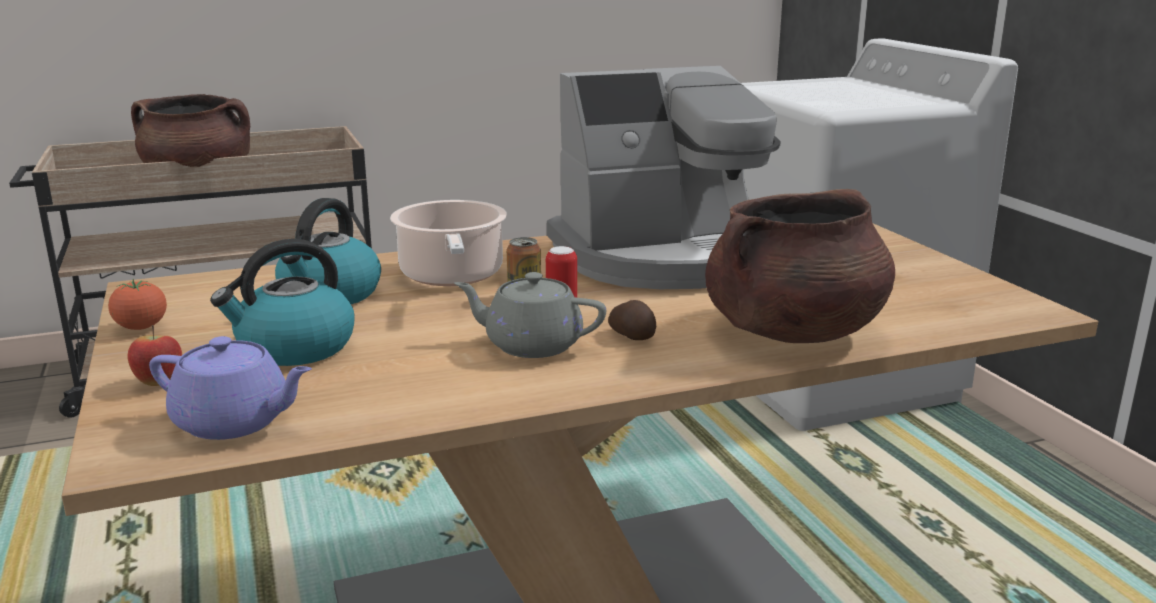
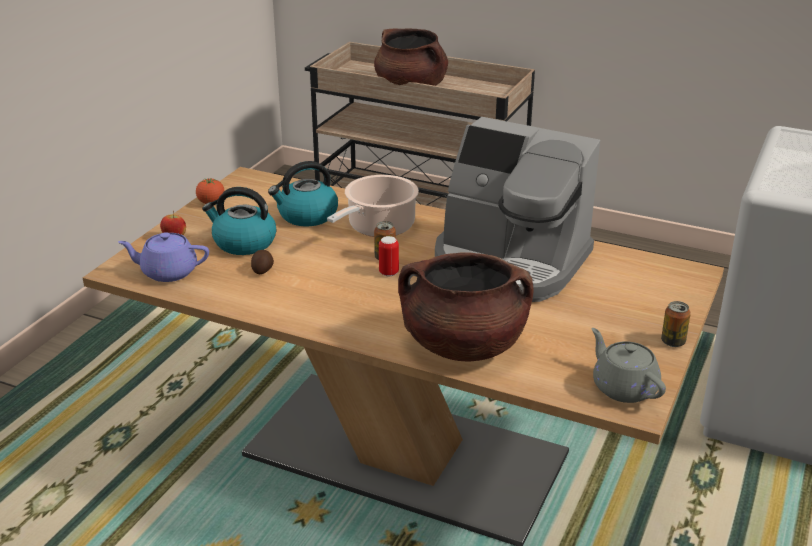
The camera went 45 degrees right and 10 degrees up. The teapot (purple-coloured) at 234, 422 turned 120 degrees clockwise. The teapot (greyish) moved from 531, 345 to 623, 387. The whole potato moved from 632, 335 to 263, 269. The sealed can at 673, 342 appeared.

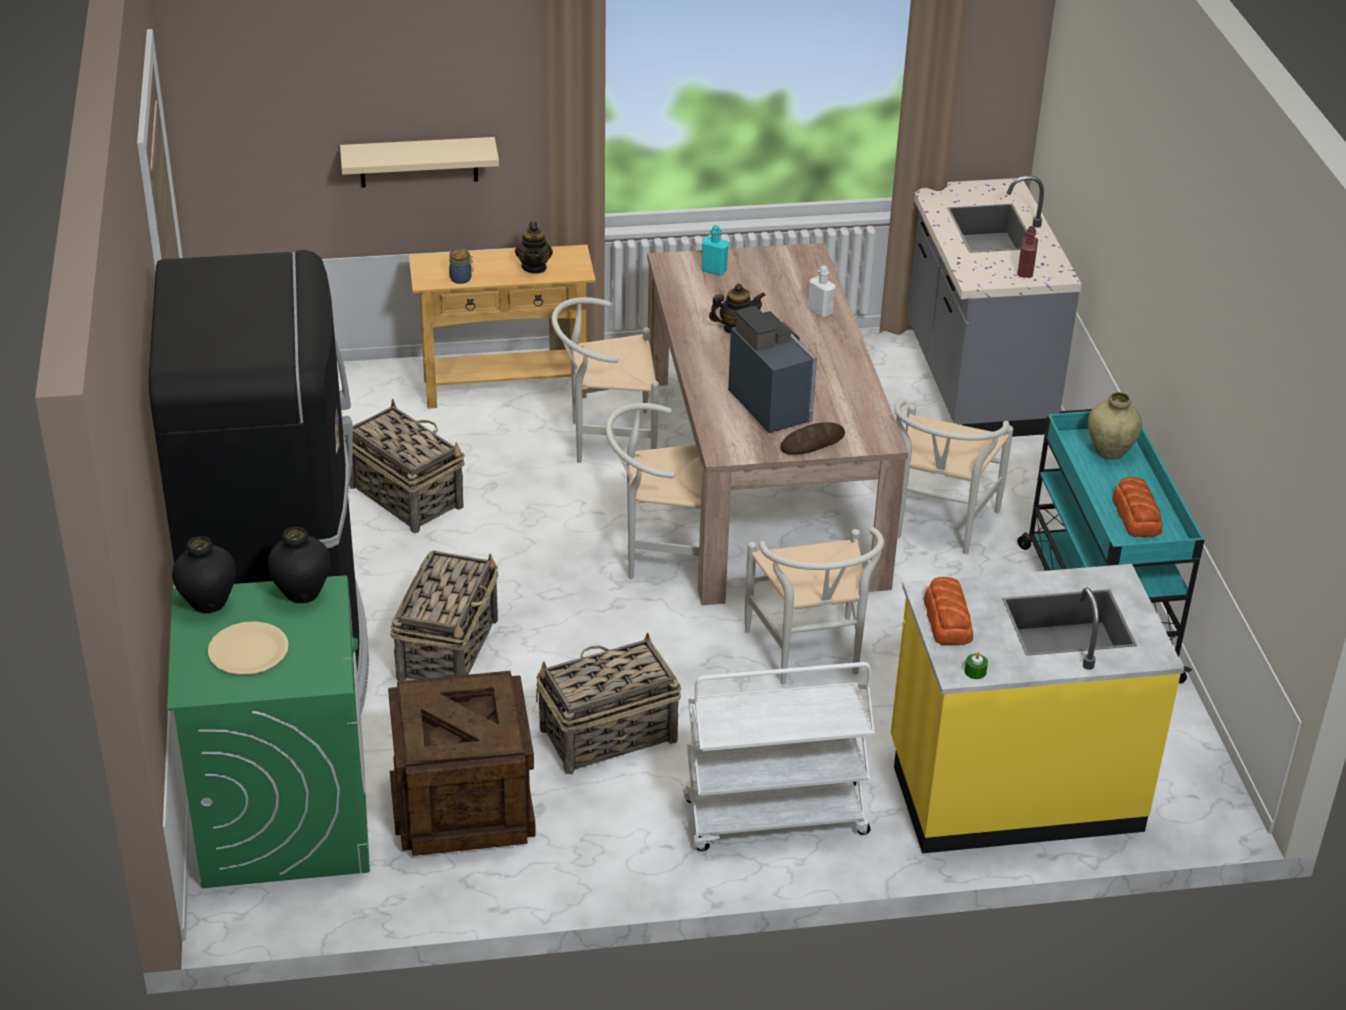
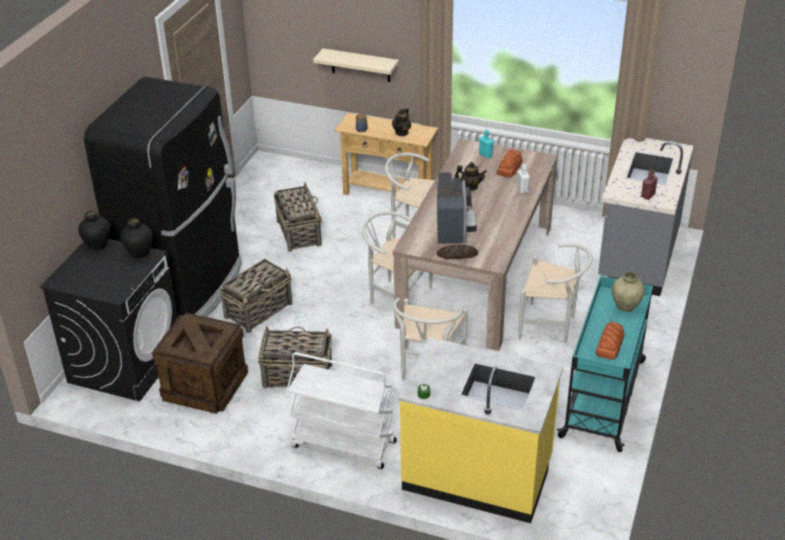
The camera went 30 degrees right and 0 degrees up. The laundry appliance (green-coloured) at 284, 816 became the laundry appliance (black) at 126, 363. The flat dish (beige) at 248, 651 disappeared. The plain chair (white-coloured) at 938, 527 turned 120 degrees counterclockwise. The bread moved from 948, 619 to 509, 167.

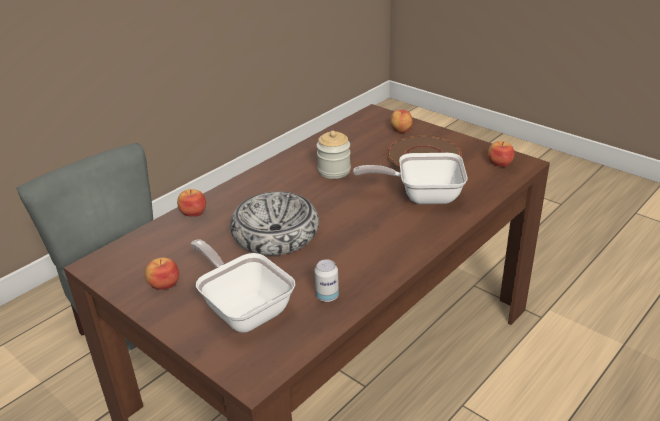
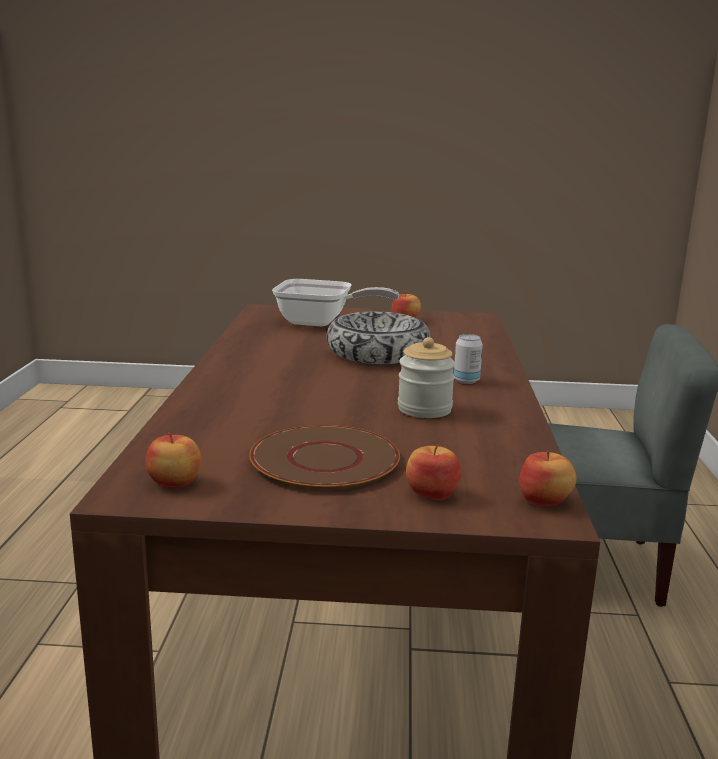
The camera went 140 degrees right and 15 degrees down. The apple moved from 193, 212 to 545, 501. The sealed can moved from 327, 296 to 466, 381. The skillet at 422, 195 disappeared.

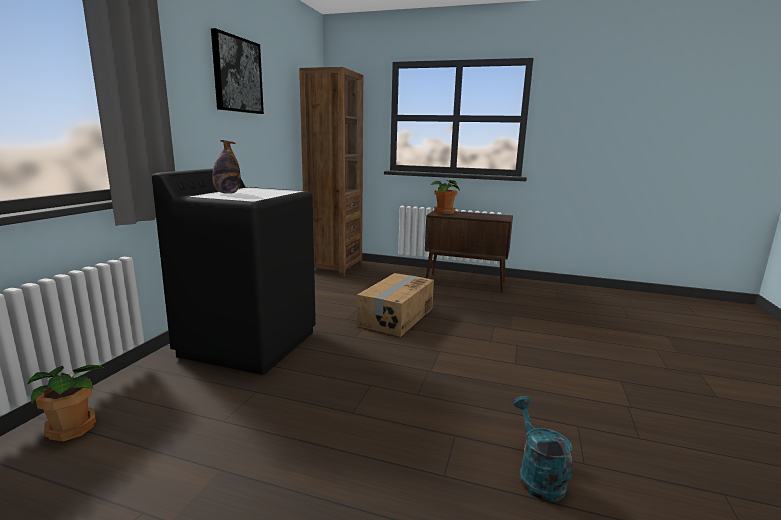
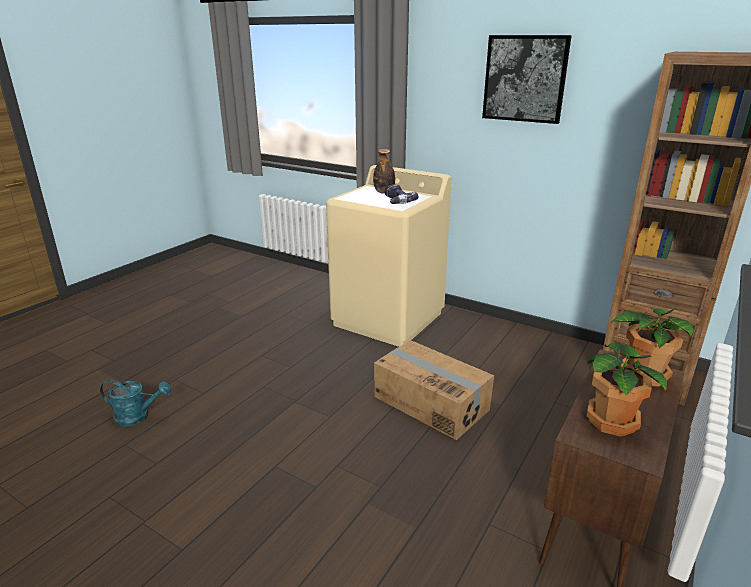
The camera went 105 degrees right and 10 degrees up. The potted plant moved from 72, 428 to 613, 421. The laundry appliance (black) at 249, 343 became the laundry appliance (beige) at 388, 319. The power drill at 396, 201 appeared.

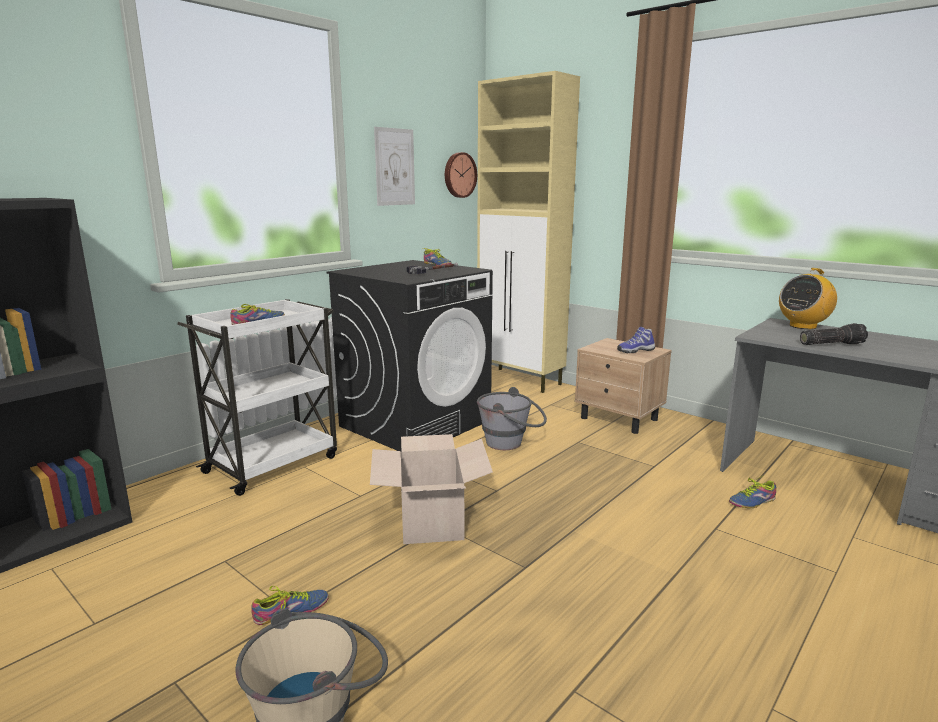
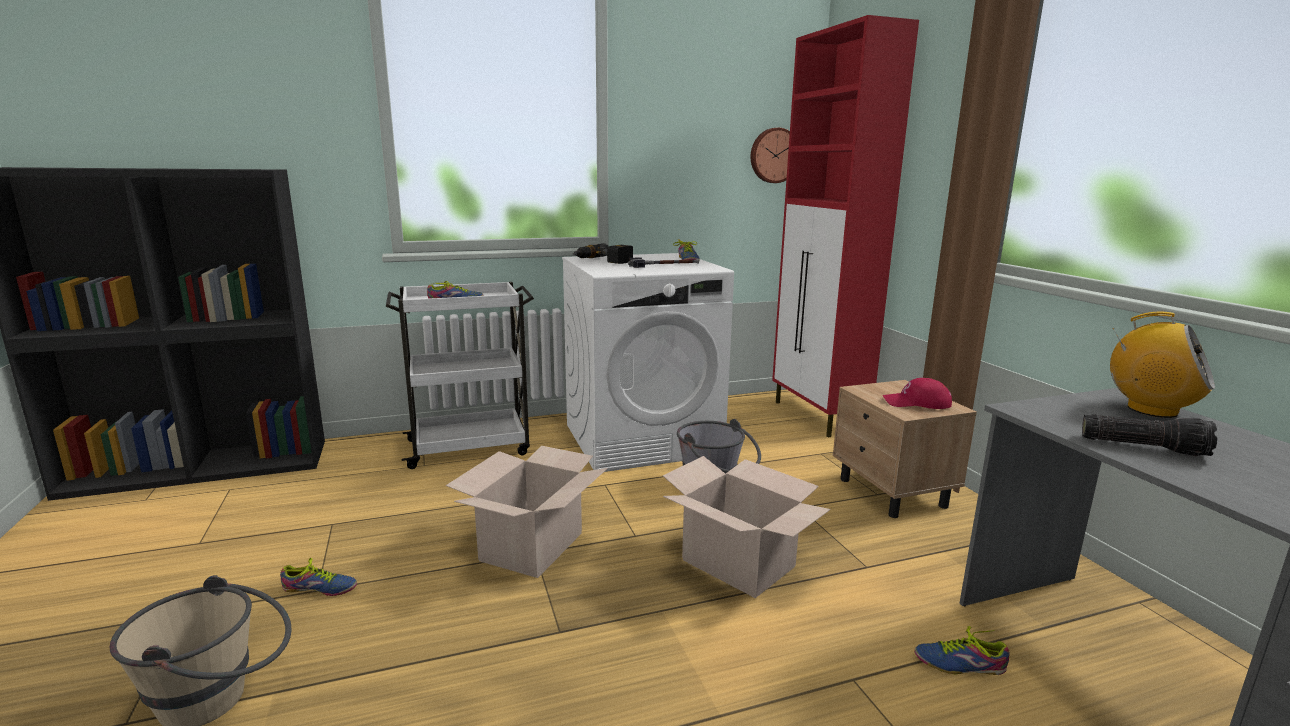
The camera went 30 degrees right and 0 degrees up. The laundry appliance (black) at 416, 423 became the laundry appliance (white-coloured) at 642, 439. The picture at 394, 167 disappeared. The cabinet (beige) at 521, 380 became the cabinet (reddish) at 818, 417. The low shoe at 635, 350 was replaced by the baseball cap (reddish) at 916, 403. The radio at 803, 326 turned 135 degrees counterclockwise. The power drill at 602, 261 appeared. The packing box at 737, 563 appeared.

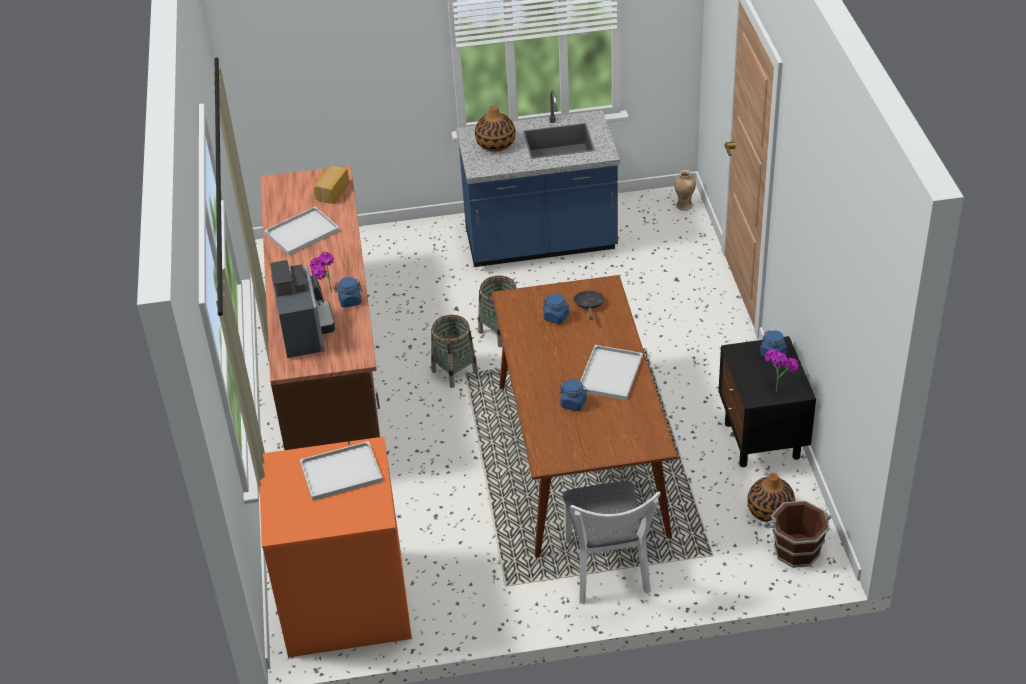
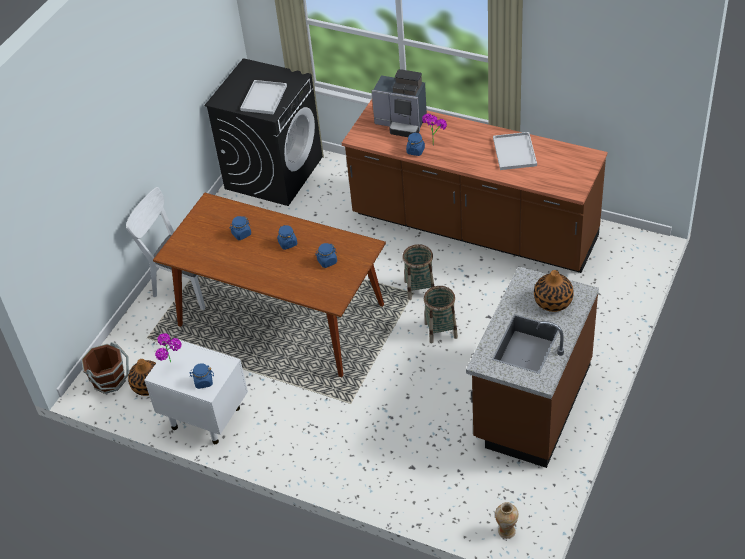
The camera went 125 degrees right and 5 degrees up. The laundry appliance (orangey) at 345, 603 became the laundry appliance (black) at 274, 172. The bread at 331, 192 disappeared. The counter (blue) at 540, 243 became the counter (brown-coloured) at 531, 403. The skillet (black) at 589, 306 disappeared. The tray (white-coloured) at 610, 375 disappeared. The bedside table (black) at 762, 441 became the bedside table (white-coloured) at 205, 417. The preserve jar (blue) at 287, 243 appeared.

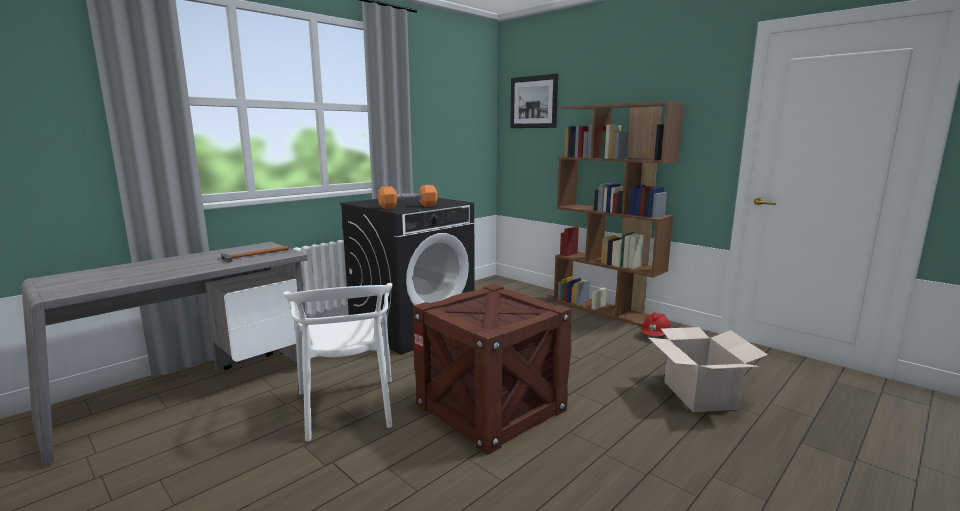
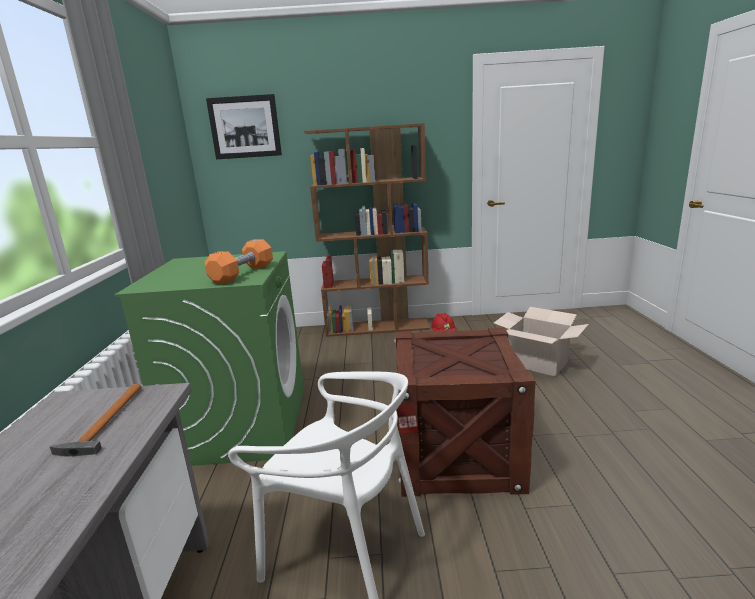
The camera went 45 degrees left and 5 degrees up. The laundry appliance (black) at 412, 327 became the laundry appliance (green-coloured) at 241, 424.

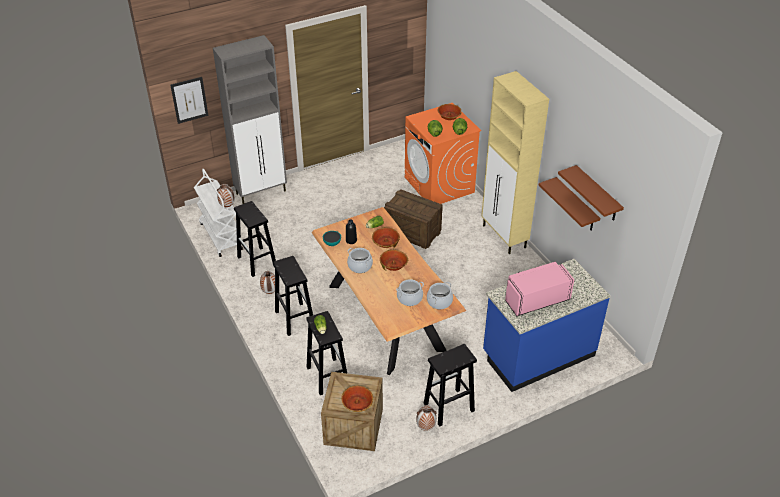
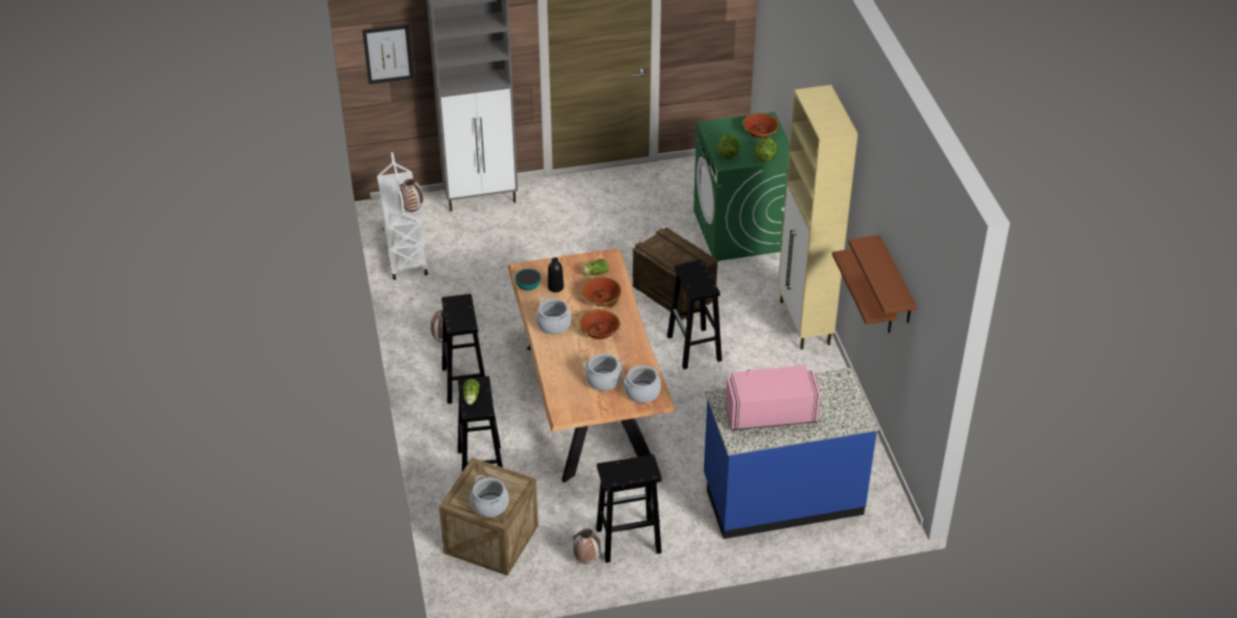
The camera went 15 degrees right and 0 degrees up. The stool seat (black) moved from 257, 262 to 694, 349. The bowl at 357, 404 was replaced by the cooking pot at 489, 505. The laundry appliance (orangey) at 439, 185 became the laundry appliance (green-coloured) at 740, 231.

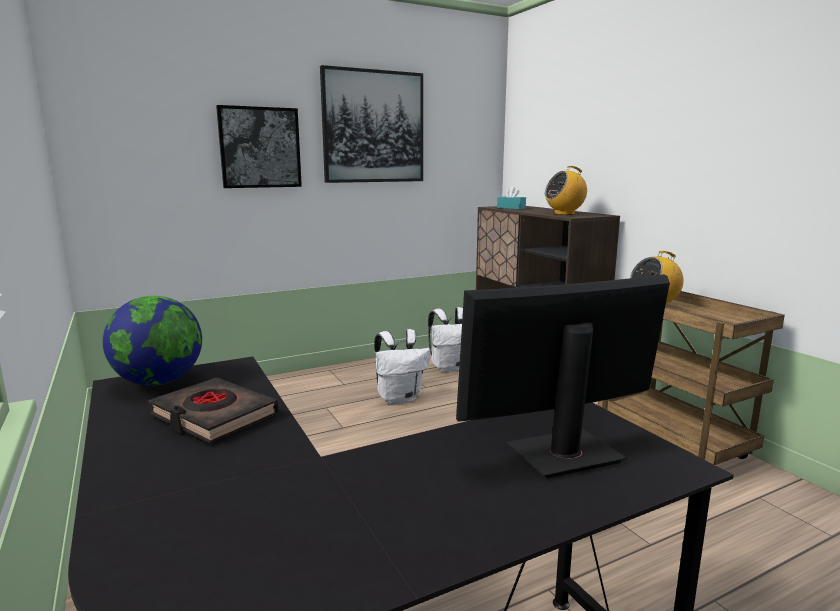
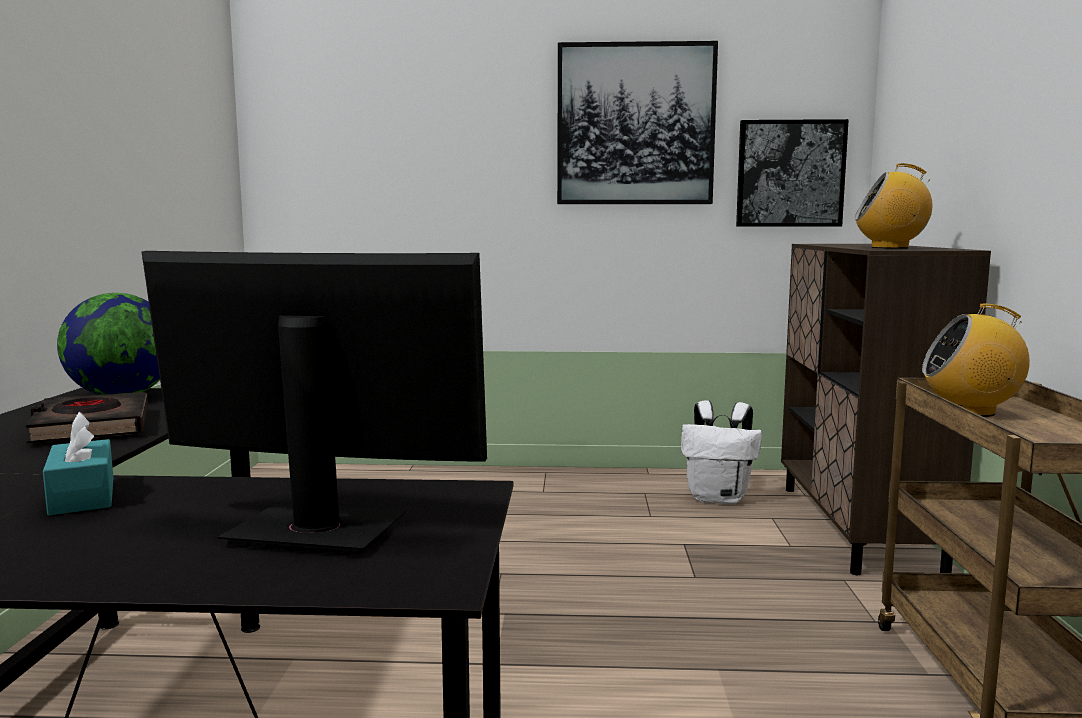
The camera went 30 degrees right and 5 degrees down. The picture moved from 260, 147 to 790, 174. The backpack (white-coloured) at 400, 398 disappeared. The tissue holder (turquoise-coloured) moved from 511, 208 to 82, 496.

